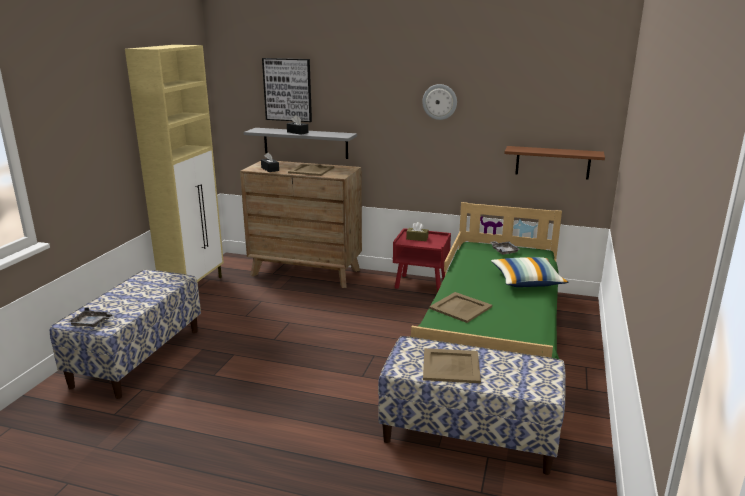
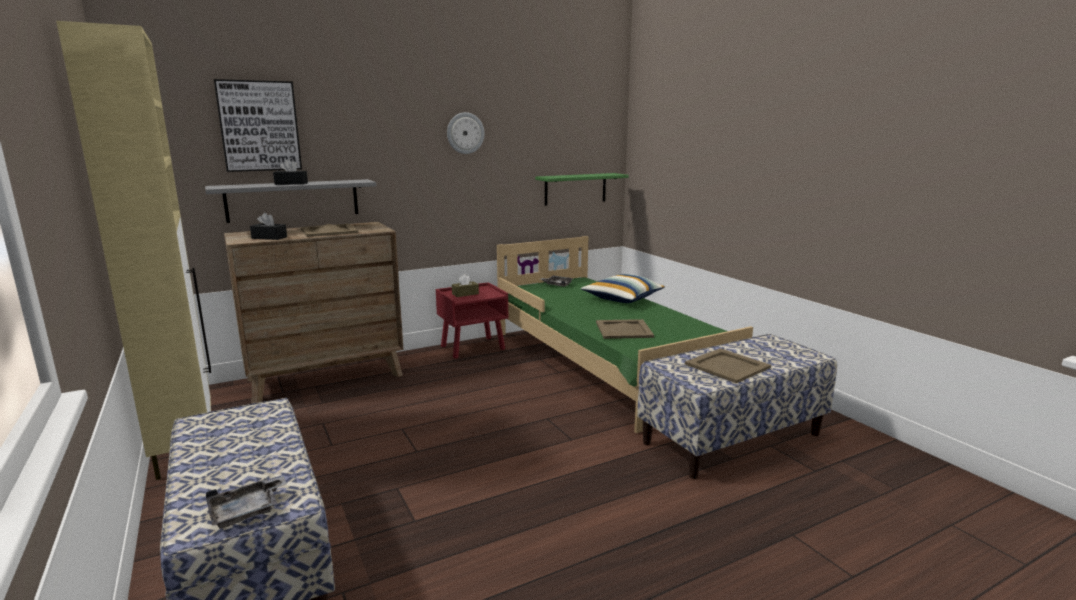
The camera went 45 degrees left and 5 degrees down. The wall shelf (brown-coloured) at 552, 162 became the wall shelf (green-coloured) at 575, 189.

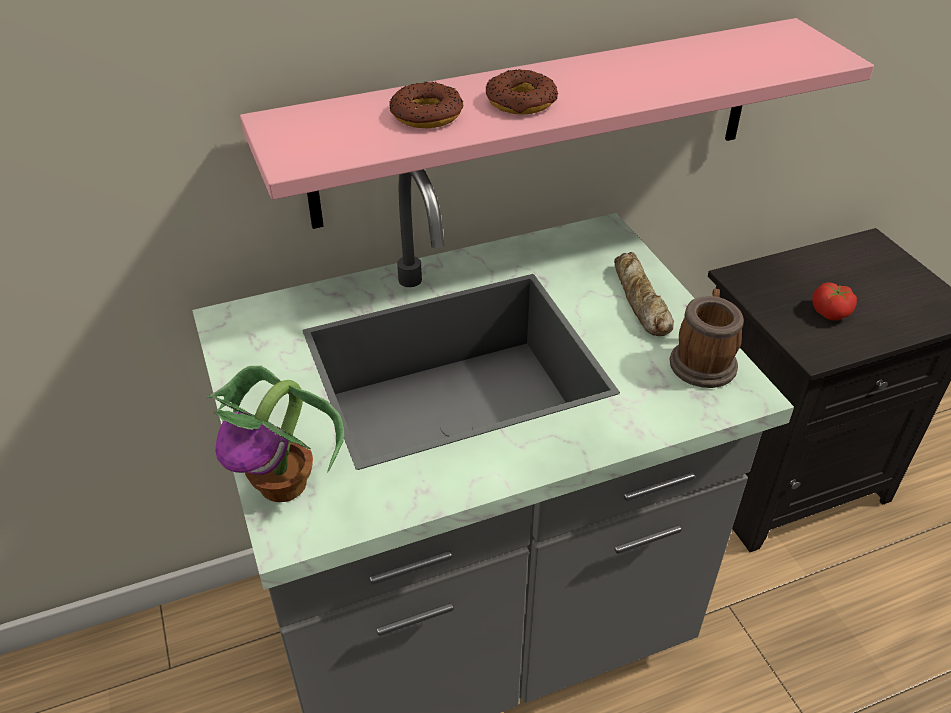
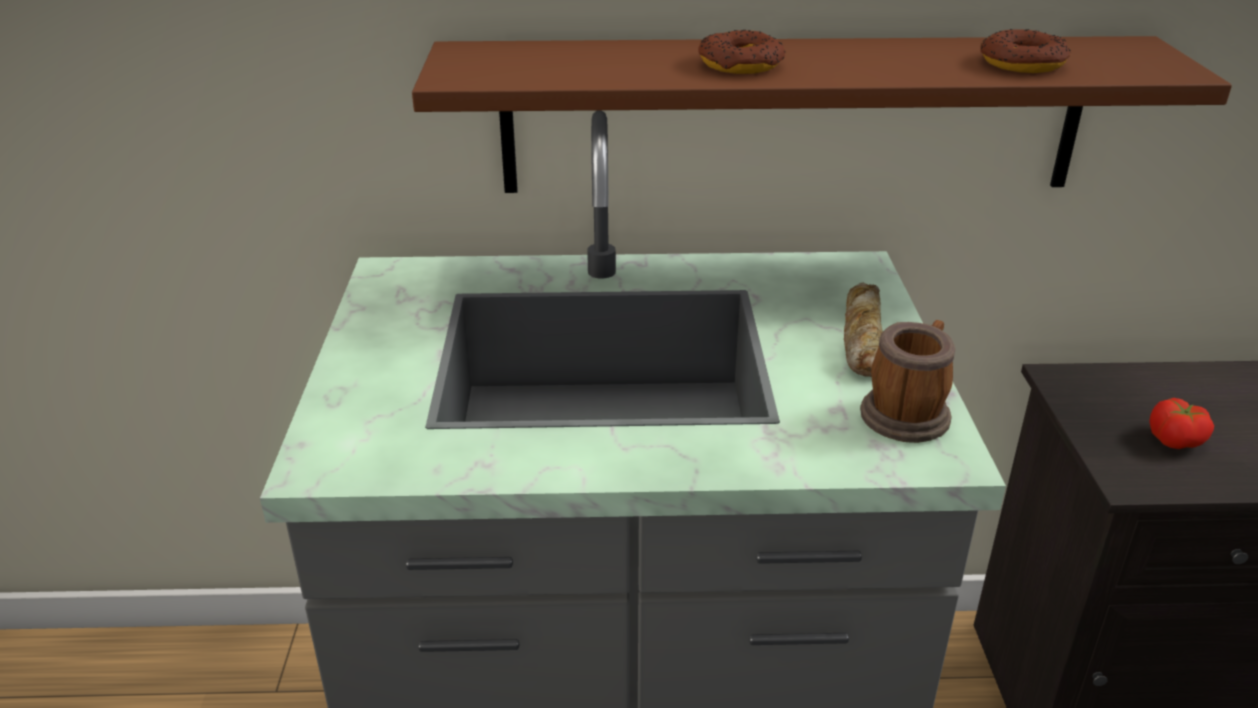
The camera went 20 degrees right and 10 degrees down. The potted plant at 285, 484 disappeared. The wall shelf (pinkish) at 539, 122 became the wall shelf (brown-coloured) at 791, 116. The donut moved from 427, 114 to 1022, 63.

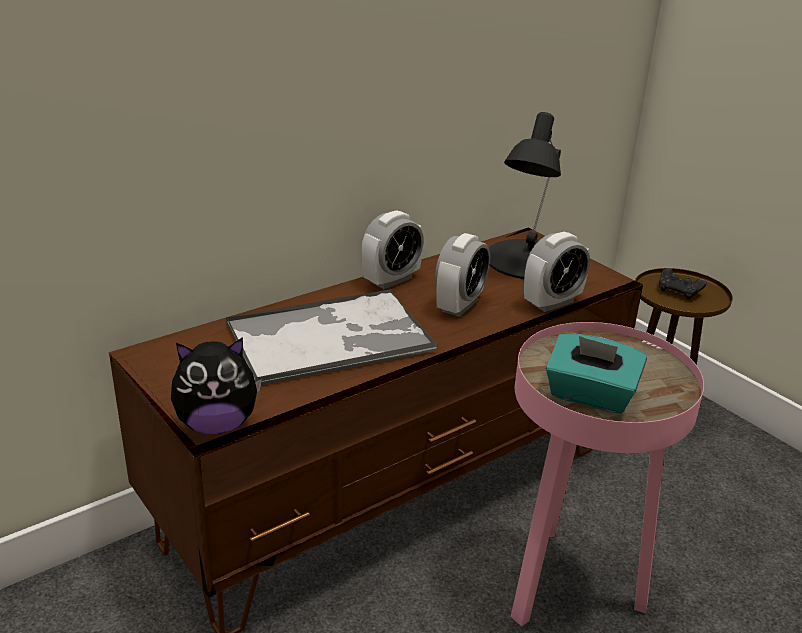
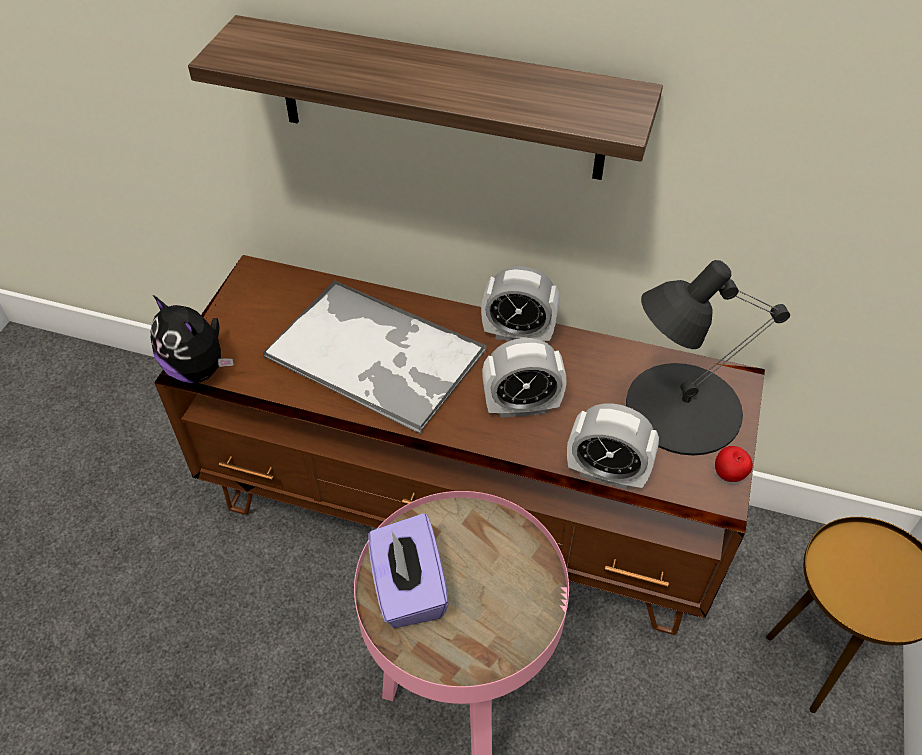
The camera went 55 degrees right and 20 degrees up. The tissue holder (turquoise-coloured) at 590, 396 became the tissue holder (purple-coloured) at 408, 588. The joypad (black) at 679, 292 disappeared. The wall shelf at 440, 100 appeared. The apple at 729, 475 appeared.

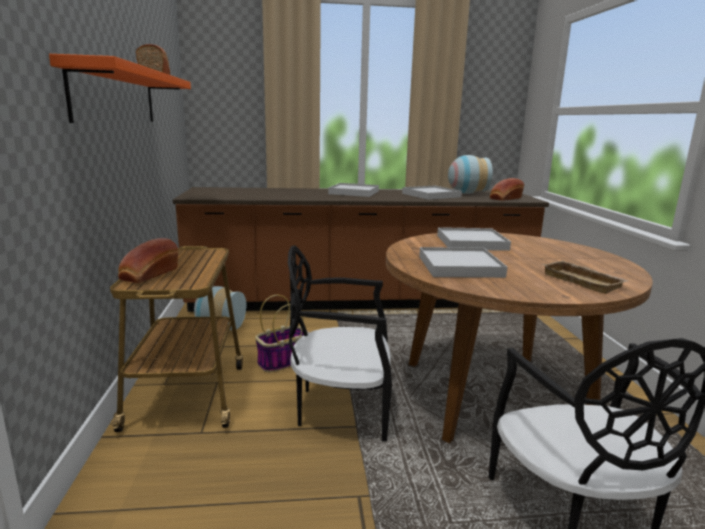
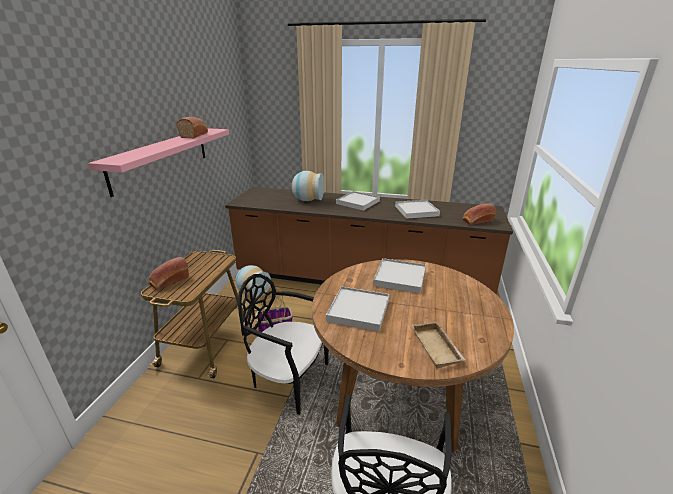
The camera went 20 degrees right and 10 degrees up. The wall shelf (orangey) at 116, 96 became the wall shelf (pinkish) at 162, 158. The vase moved from 466, 193 to 307, 200.

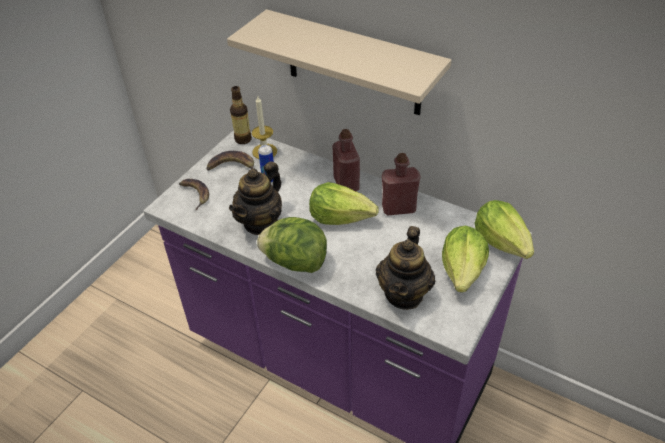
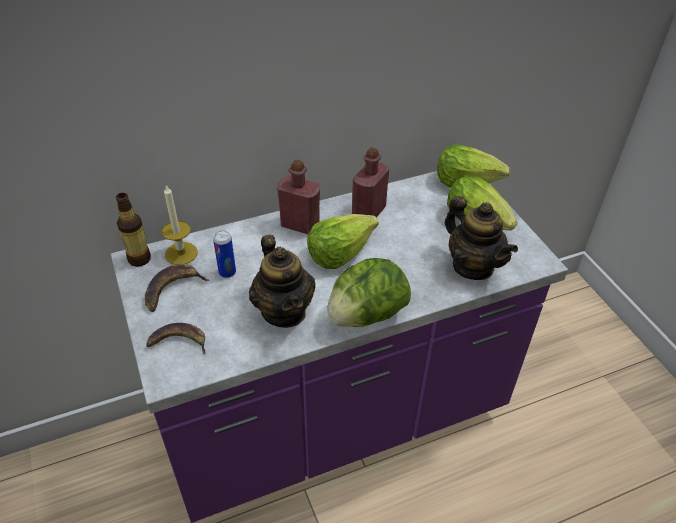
The camera went 55 degrees left and 0 degrees up. The wall shelf (beige) at 353, 64 disappeared.

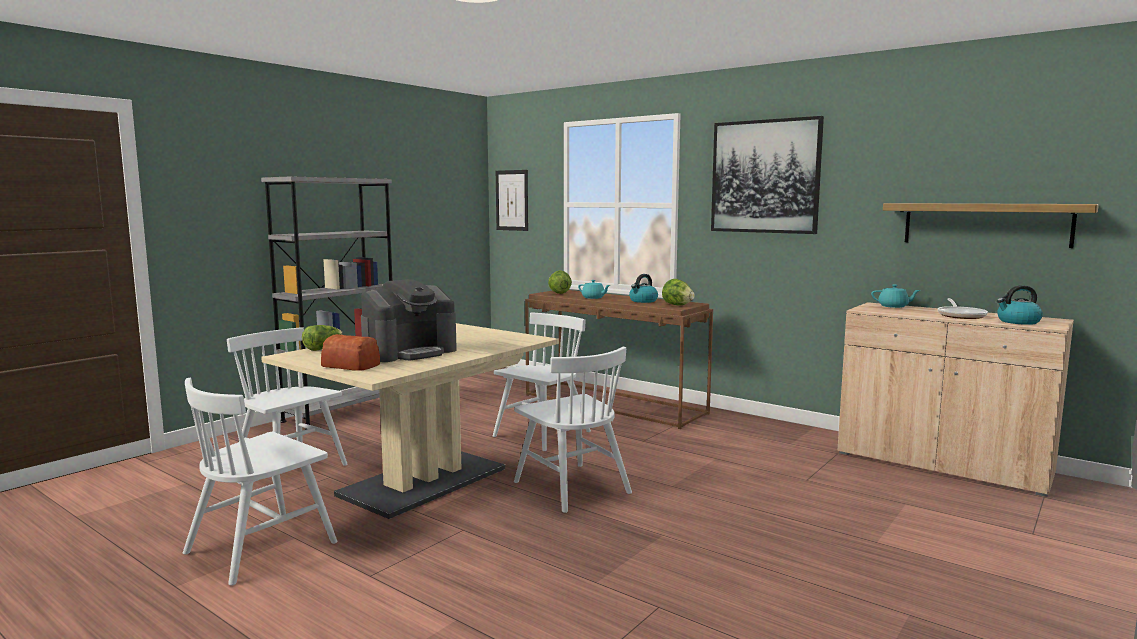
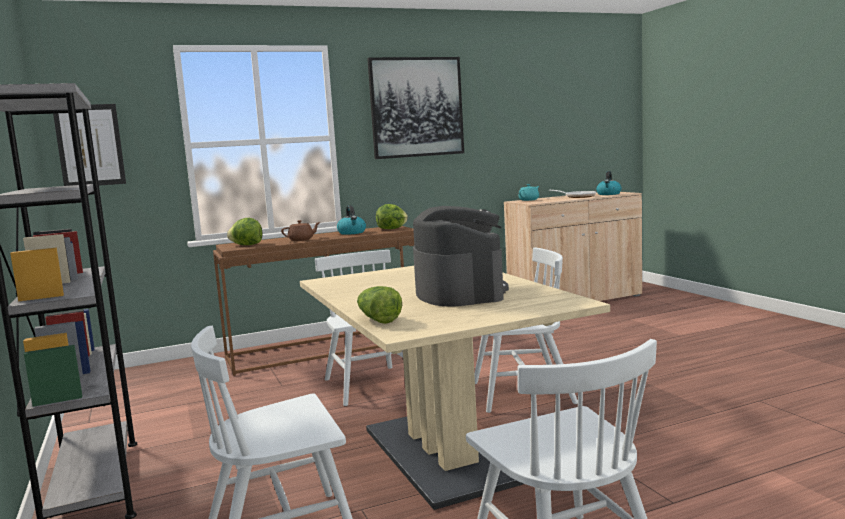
The camera went 60 degrees left and 0 degrees up. The bread at 350, 365 disappeared. The teapot (turquoise-coloured) at 593, 298 became the teapot (brown-coloured) at 301, 240. The wall shelf at 985, 224 disappeared.

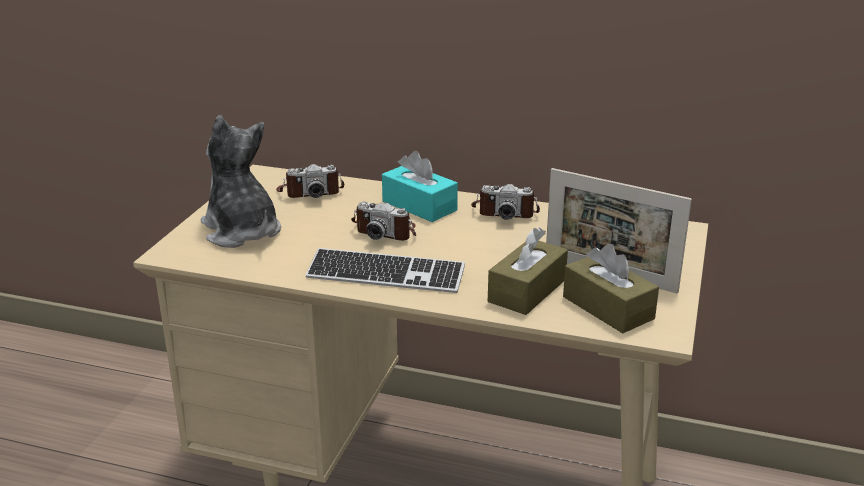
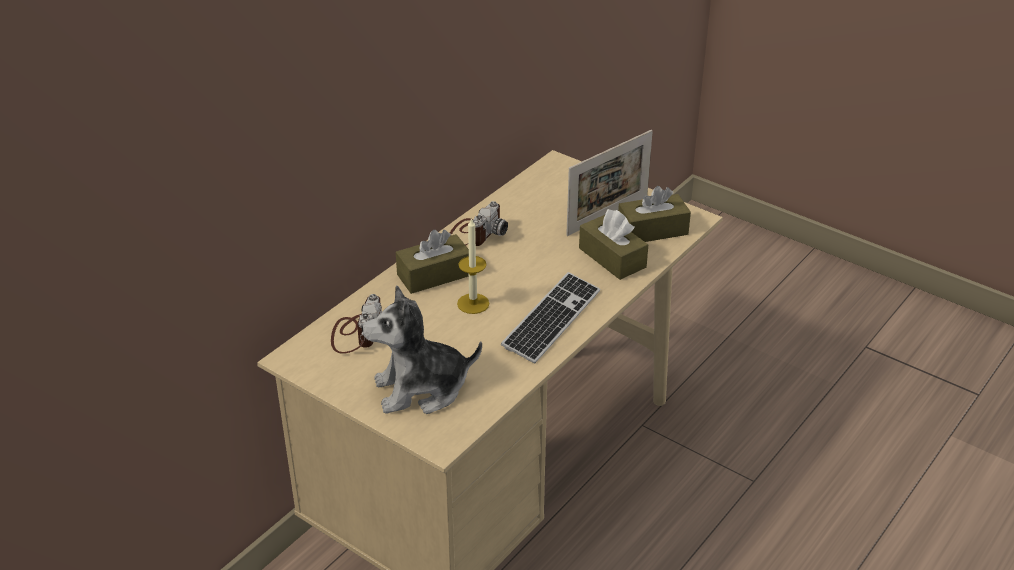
The camera went 70 degrees left and 10 degrees up. The photo camera at 386, 231 was replaced by the wax light at 473, 303. The tissue holder (turquoise-coloured) at 419, 206 became the tissue holder (brown-coloured) at 434, 275.

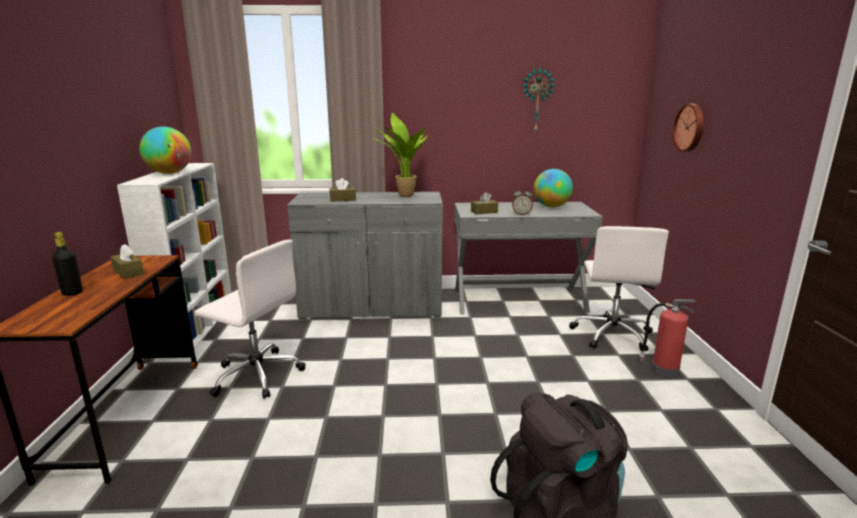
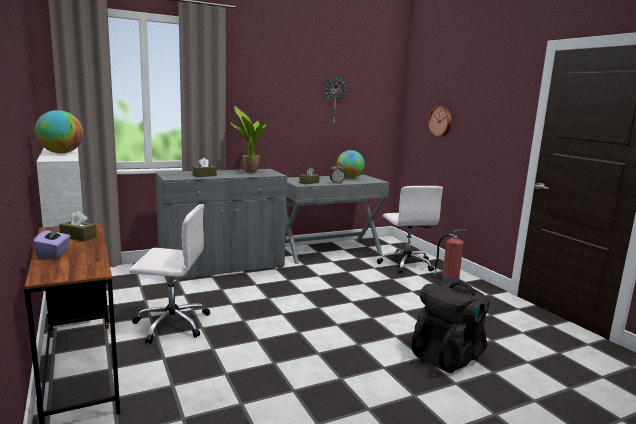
The camera went 25 degrees left and 5 degrees down. The beverage bottle (black) at 72, 293 was replaced by the tissue holder (purple-coloured) at 53, 254.

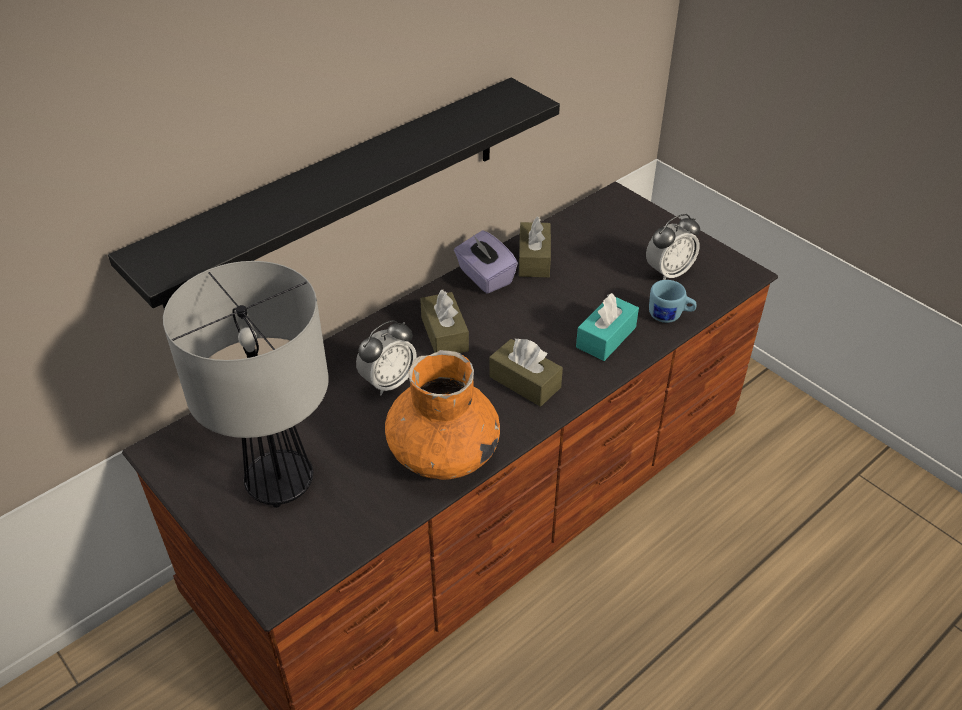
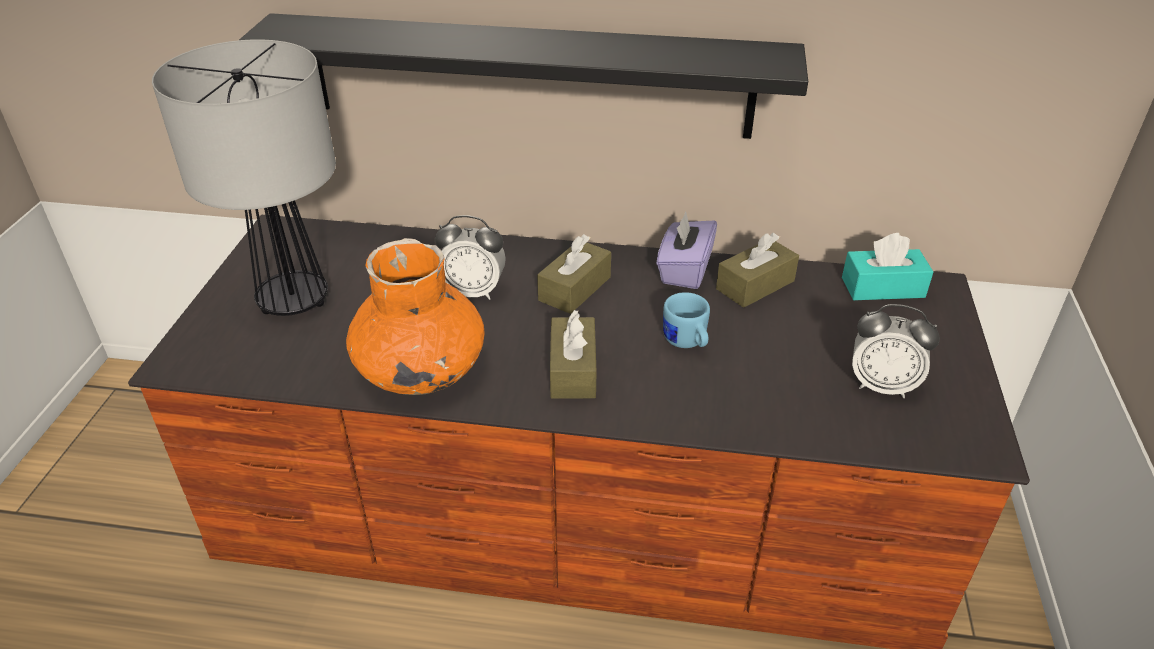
The camera went 50 degrees right and 5 degrees down. The tissue holder (turquoise-coloured) moved from 606, 337 to 883, 287. The coffee mug (blue) moved from 670, 316 to 686, 343.

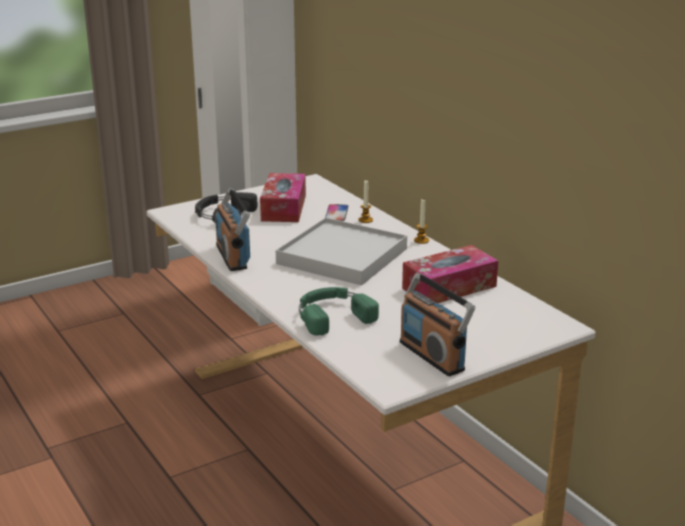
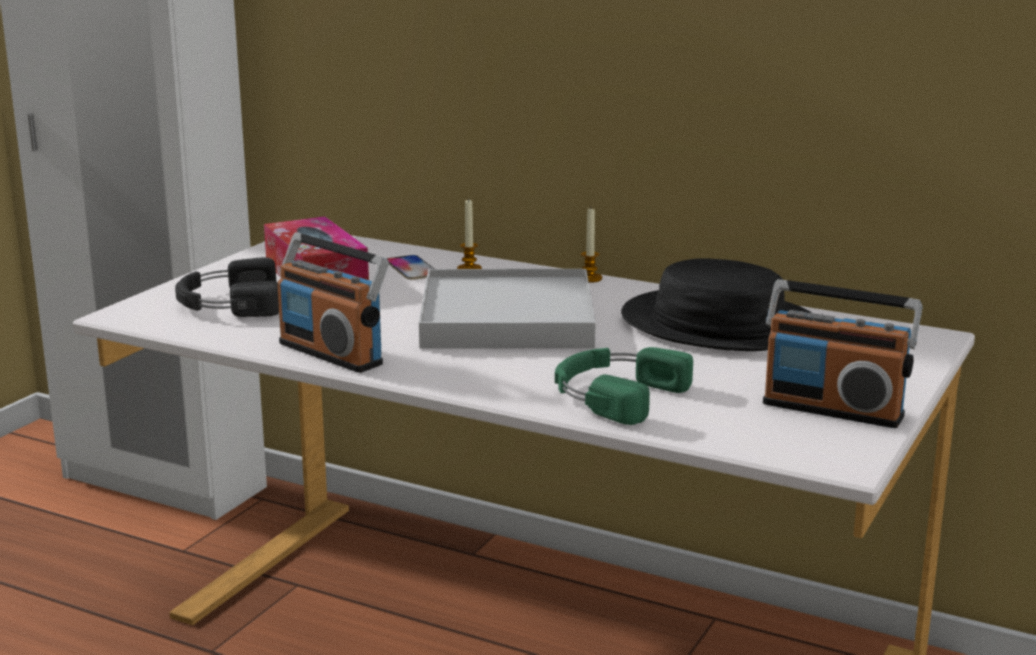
The camera went 30 degrees left and 5 degrees down. The tissue holder at 449, 287 was replaced by the hat (black) at 719, 325.

